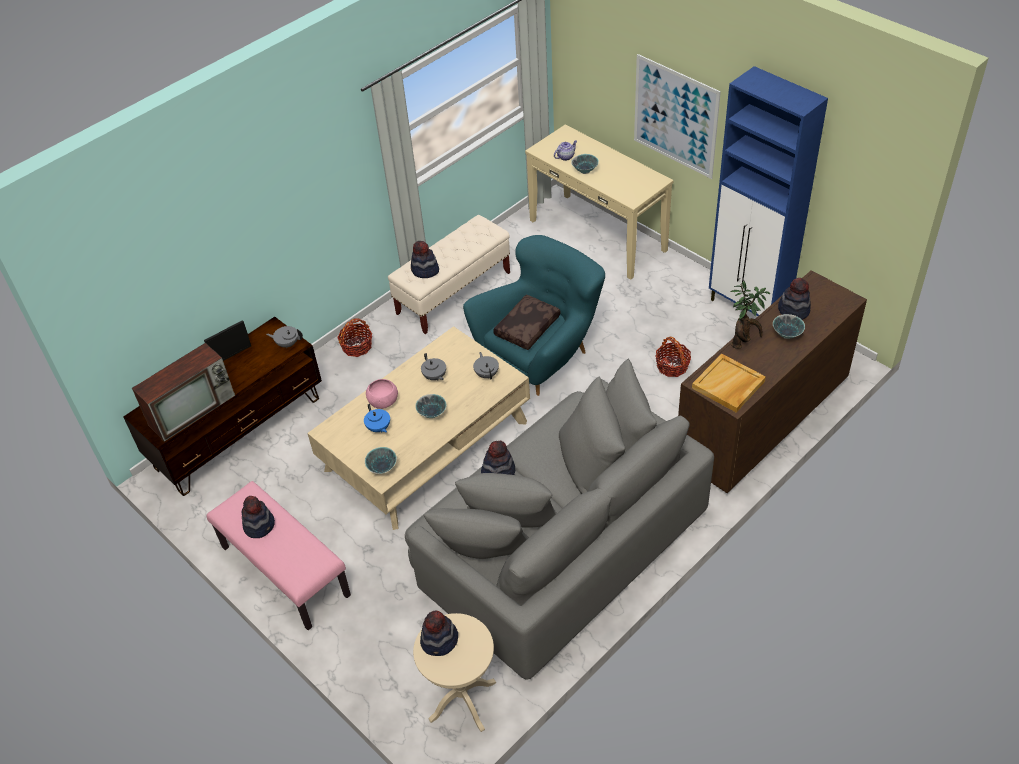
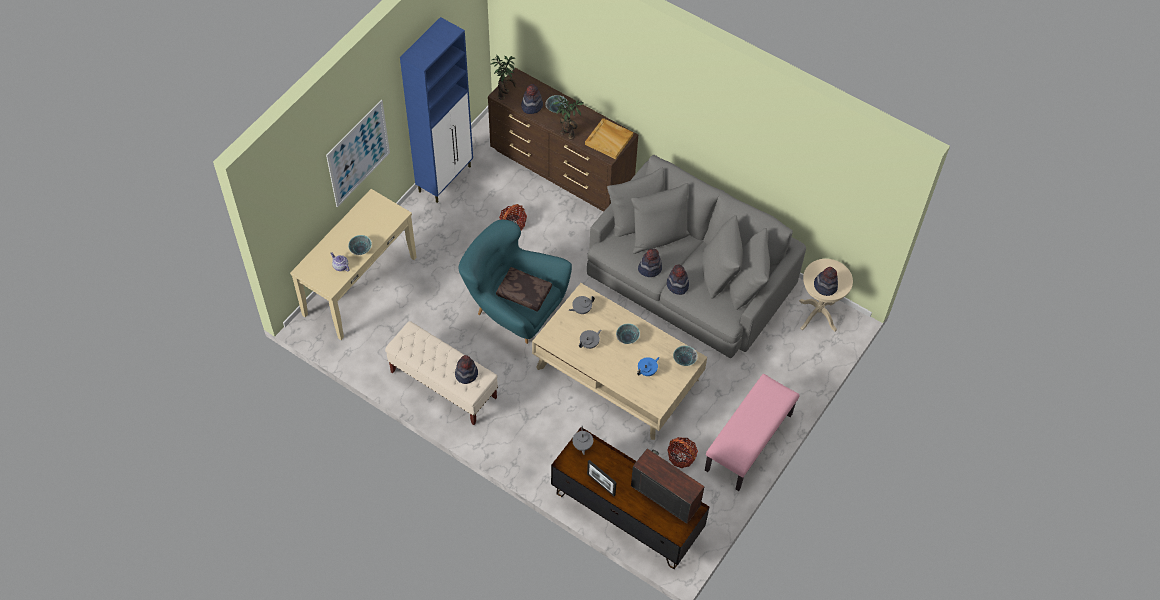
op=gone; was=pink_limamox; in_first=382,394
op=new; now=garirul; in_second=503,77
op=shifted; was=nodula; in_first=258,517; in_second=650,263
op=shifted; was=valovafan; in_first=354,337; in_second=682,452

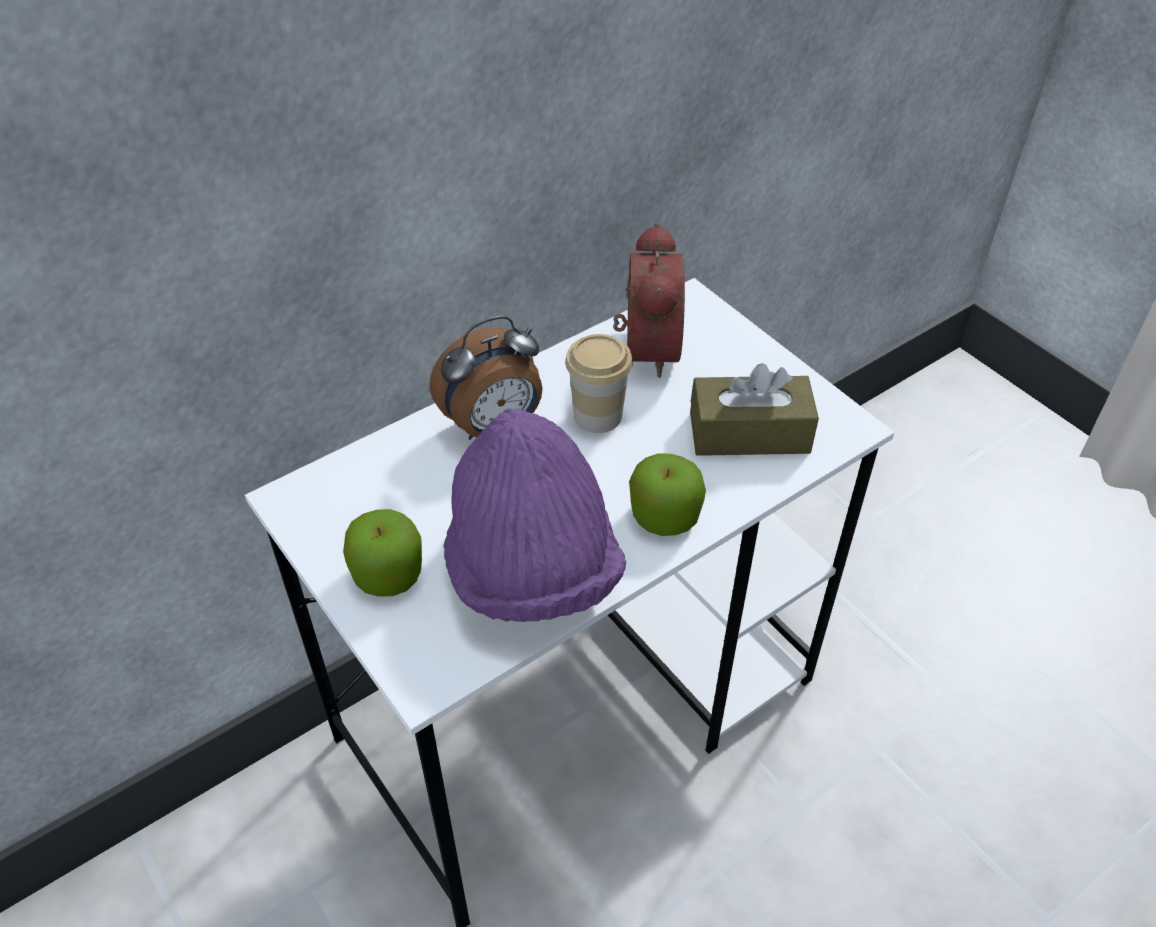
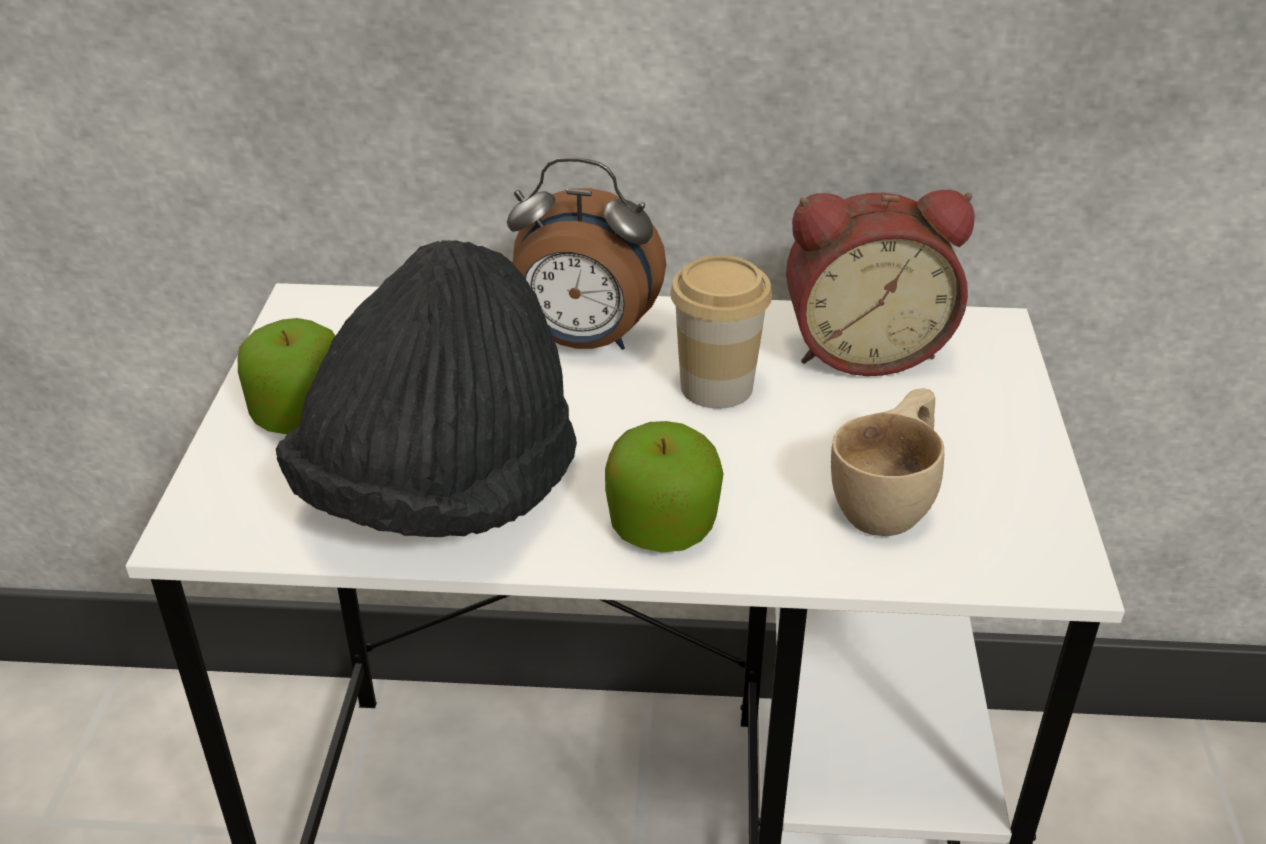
op=swapped; was=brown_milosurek; now=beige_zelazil; in_first=754,409; in_second=887,462
op=repainted; was=purple_nodula; now=black_nodula; in_first=534,515; in_second=426,388
op=rotated; was=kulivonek; in_first=649,300; in_second=880,283; clockwise=45

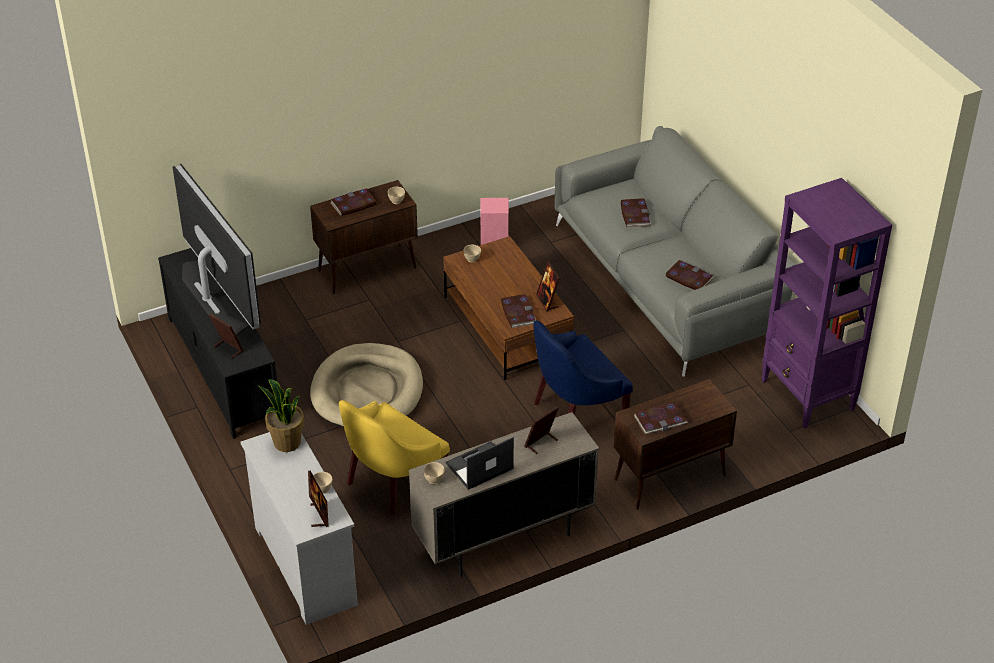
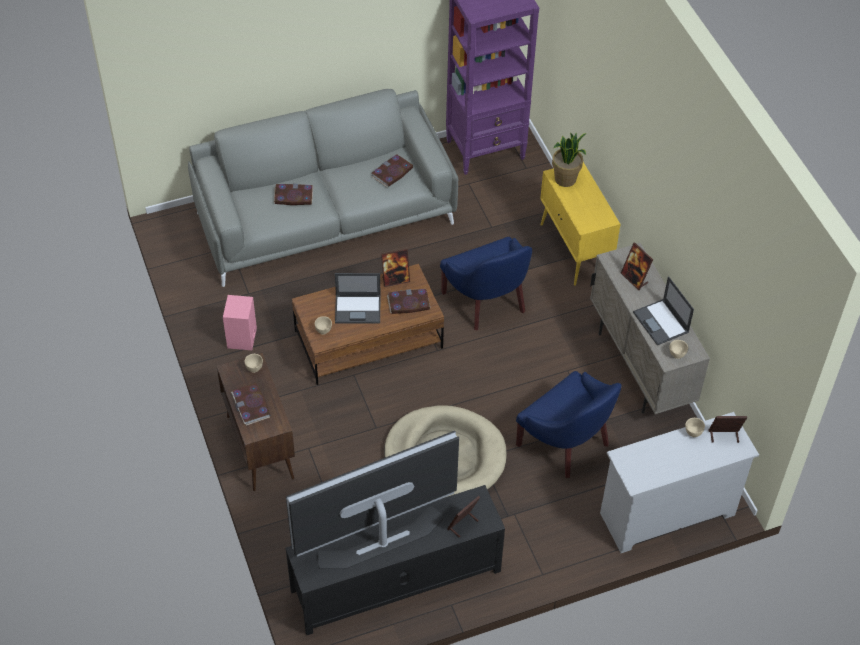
op=gone; was=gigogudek; in_first=660,418
op=new; now=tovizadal; in_second=358,298
op=shifted; was=garirul; in_first=281,416; in_second=569,159
op=repainted; was=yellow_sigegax; now=blue_sigegax; in_first=394,457; in_second=569,424
op=repainted; was=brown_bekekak; now=yellow_bekekak; in_first=675,444; in_second=580,224

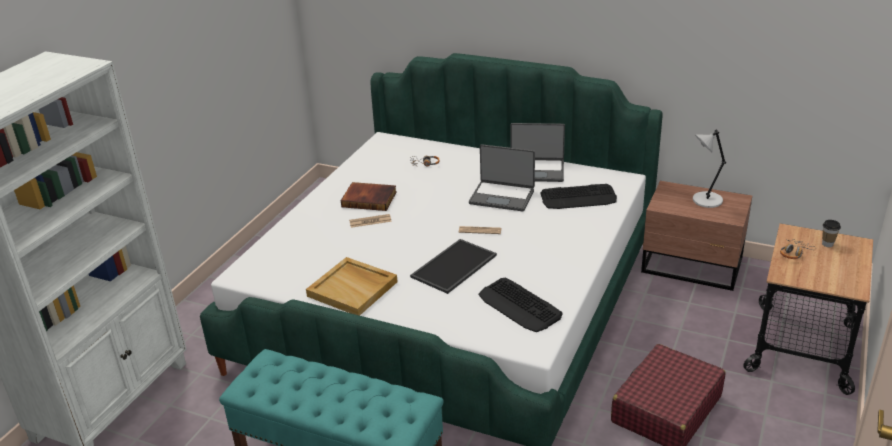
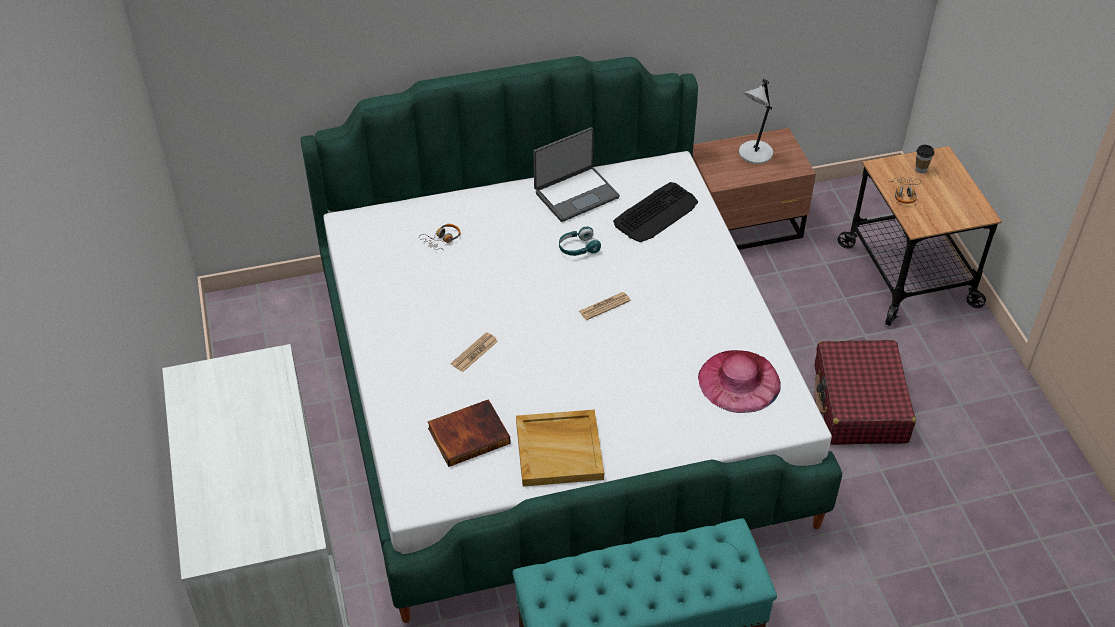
op=gone; was=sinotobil; in_first=453,266
op=shifted; was=gigogudek; in_first=368,196; in_second=469,433
op=swapped; was=tovizadal; now=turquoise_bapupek; in_first=502,177; in_second=580,241
op=swapped; was=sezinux; now=pink_nodula; in_first=521,305; in_second=739,381

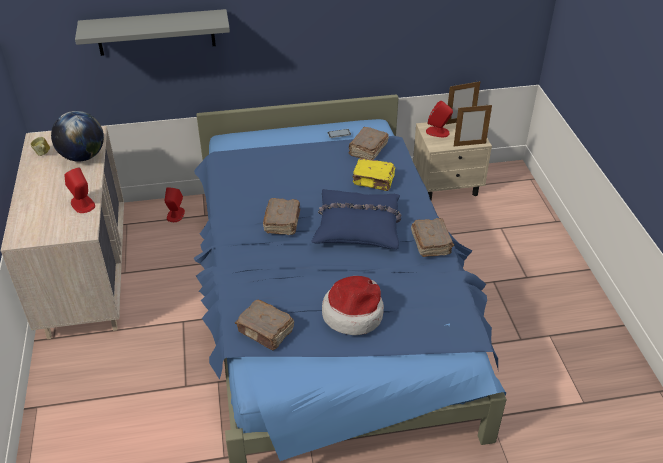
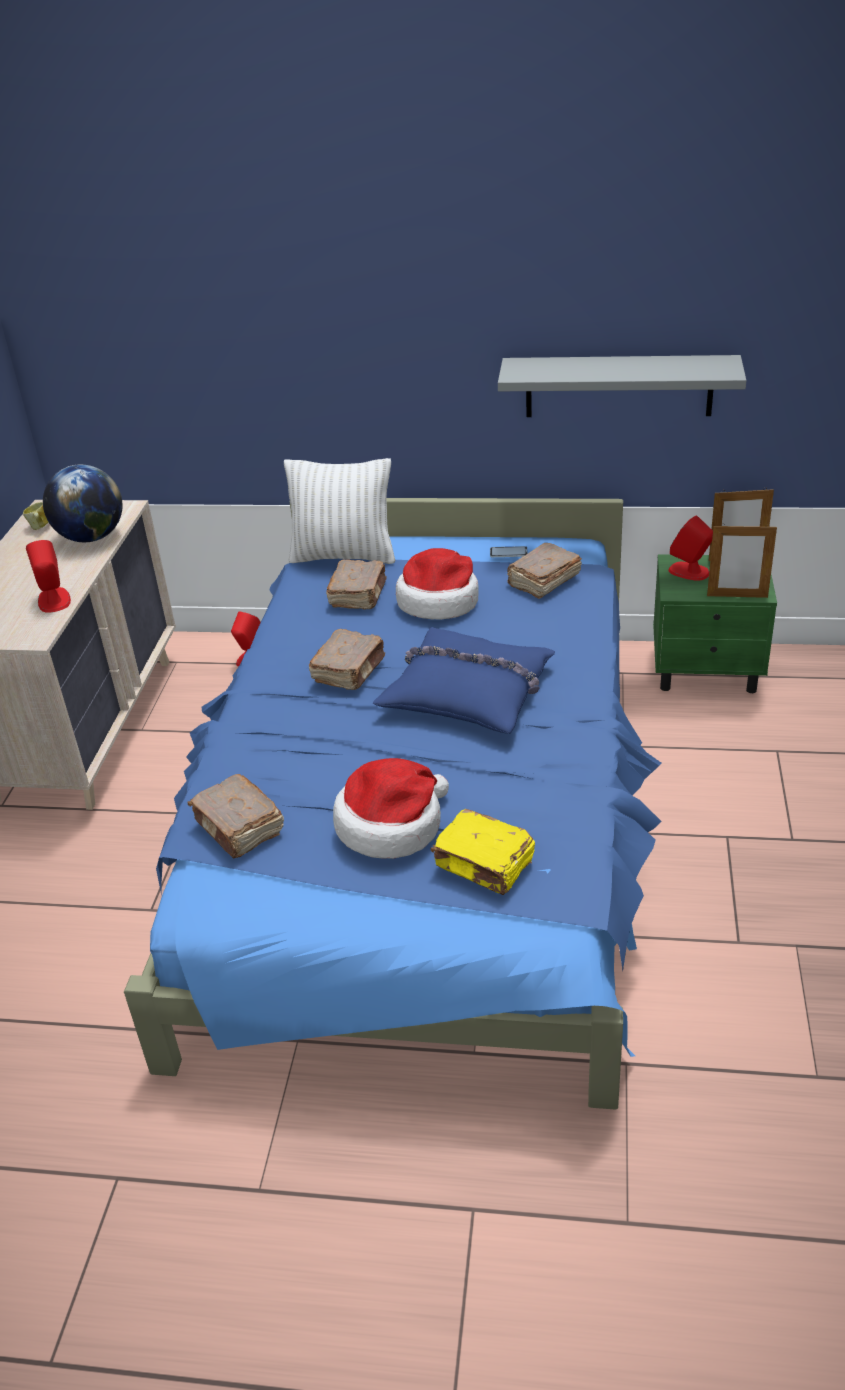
op=new; now=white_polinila; in_second=339,511
op=new; now=nodula; in_second=437,584
op=shifted; was=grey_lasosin; in_first=152,32; in_second=622,386
op=shifted; was=yellow_gigogudek; in_first=373,174; in_second=483,852
op=shifted; was=brown_gigogudek; in_first=432,237; in_second=356,584
op=repainted; was=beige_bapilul; now=green_bapilul; in_first=452,161; in_second=715,623

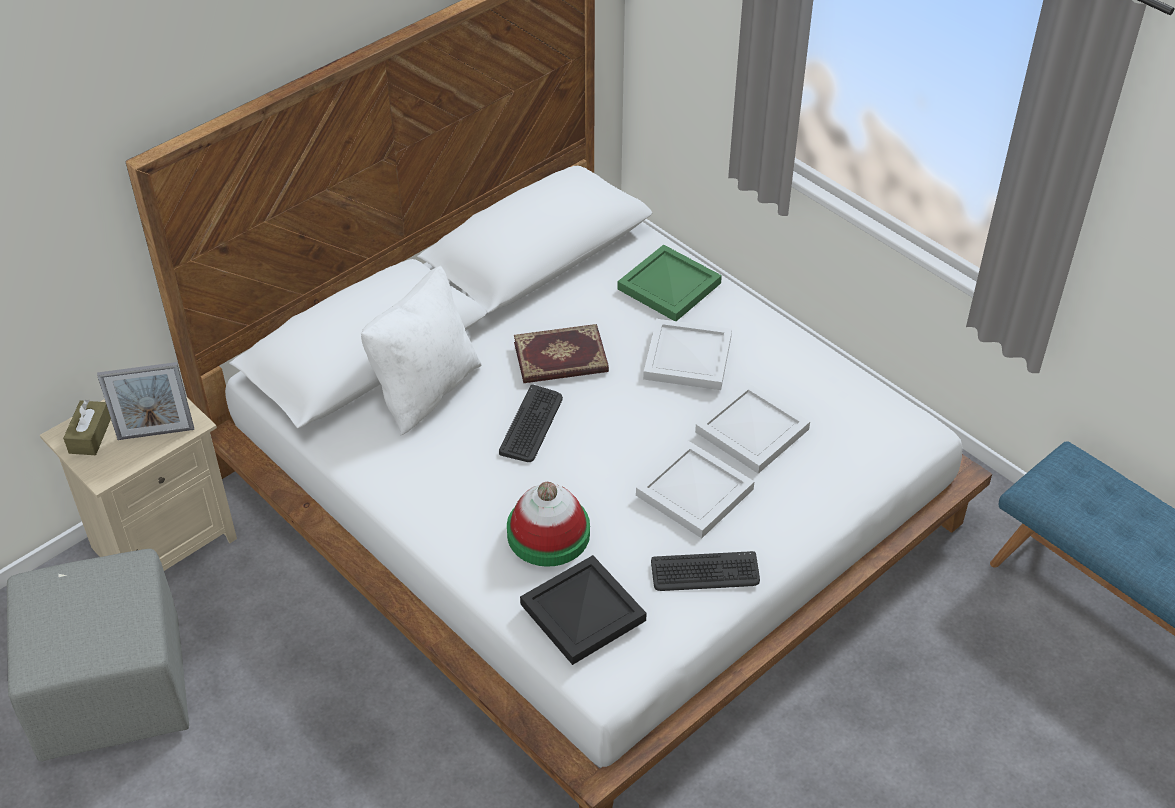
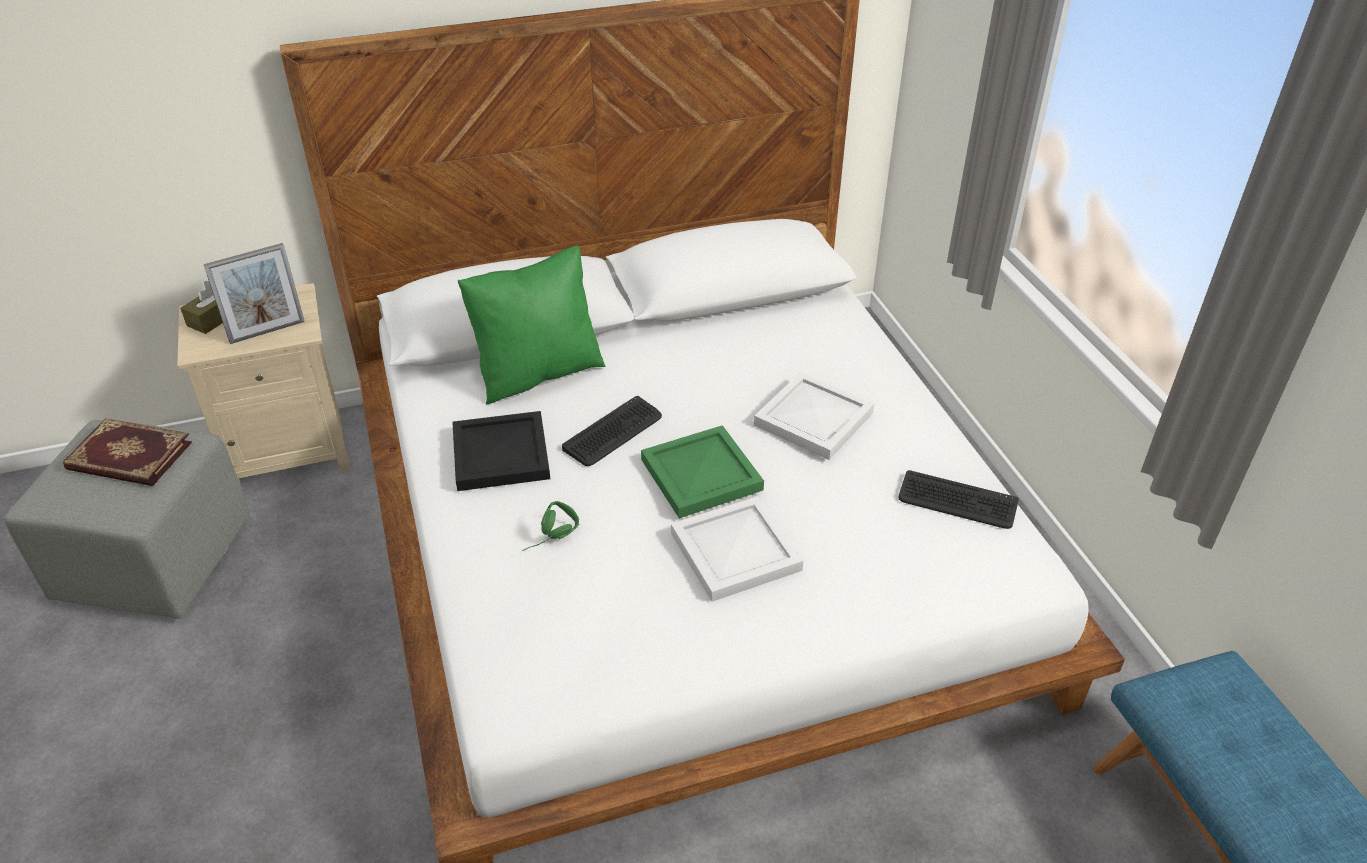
op=gone; was=white_sinotobil; in_first=752,428
op=shifted; was=gigogudek; in_first=561,353; in_second=127,452
op=shifted; was=black_sinotobil; in_first=583,610; in_second=501,451
op=shifted; was=green_sinotobil; in_first=669,283; in_second=702,471
op=shifted; was=sezinux; in_first=705,571; in_second=958,499
op=swapped; was=nodula; now=green_bapupek; in_first=548,524; in_second=550,526
op=repainted; was=white_polinila; now=green_polinila; in_first=421,351; in_second=532,325
op=rotated; was=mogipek; in_first=145,401; in_second=254,293; clockwise=-45

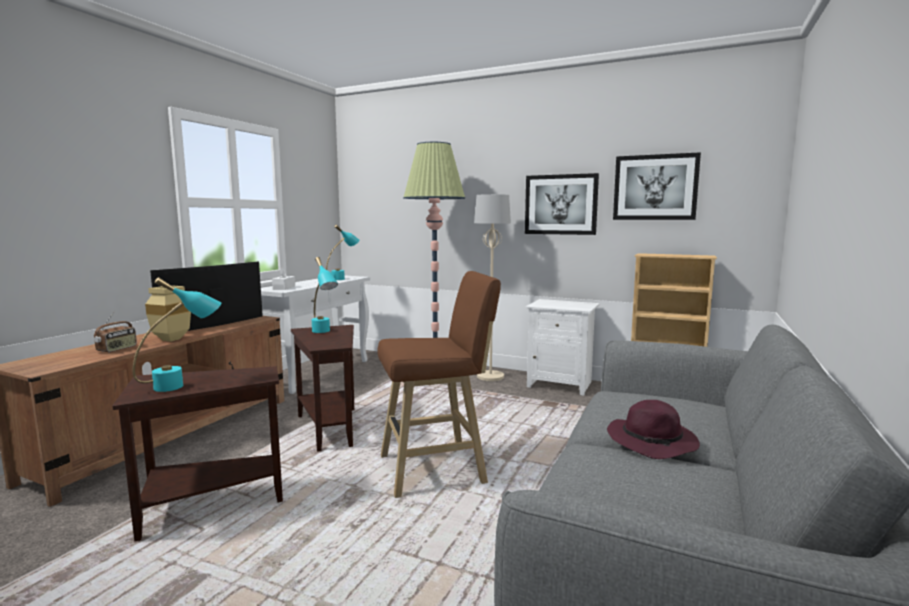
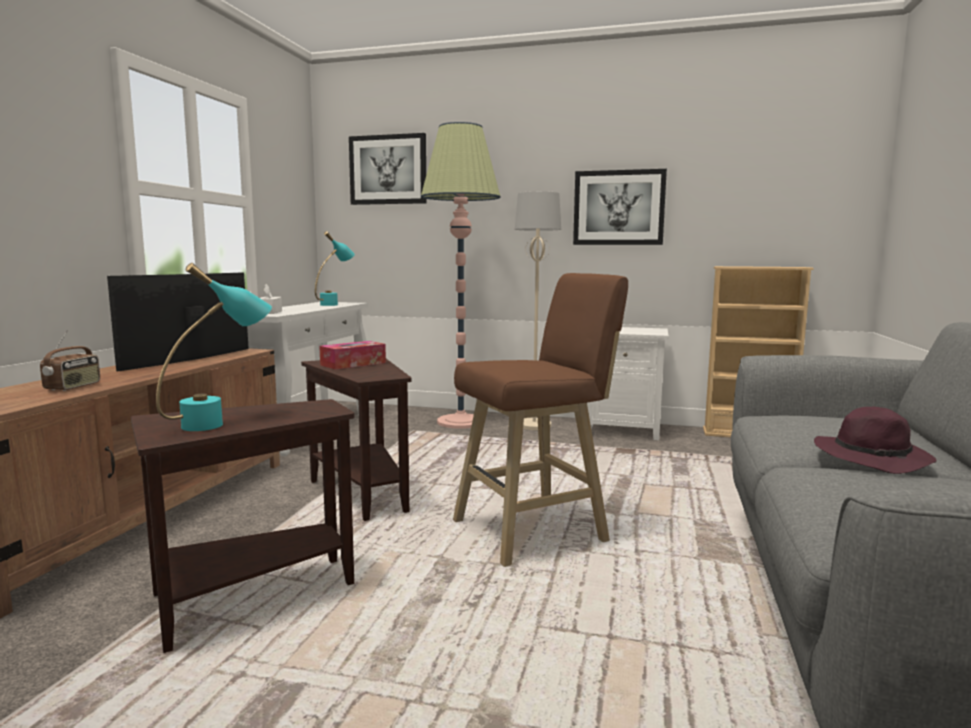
op=gone; was=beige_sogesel; in_first=168,313
op=shifted; was=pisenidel; in_first=657,186; in_second=388,169
op=swapped; was=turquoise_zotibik; now=milosurek; in_first=325,295; in_second=352,355

